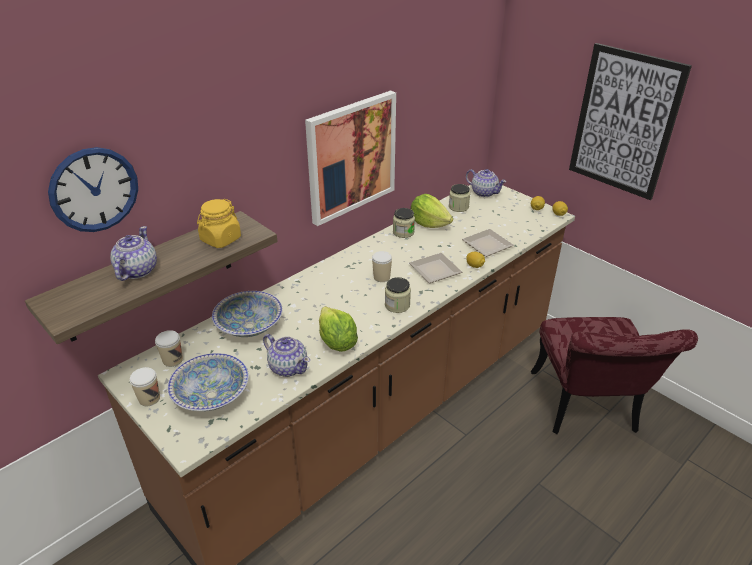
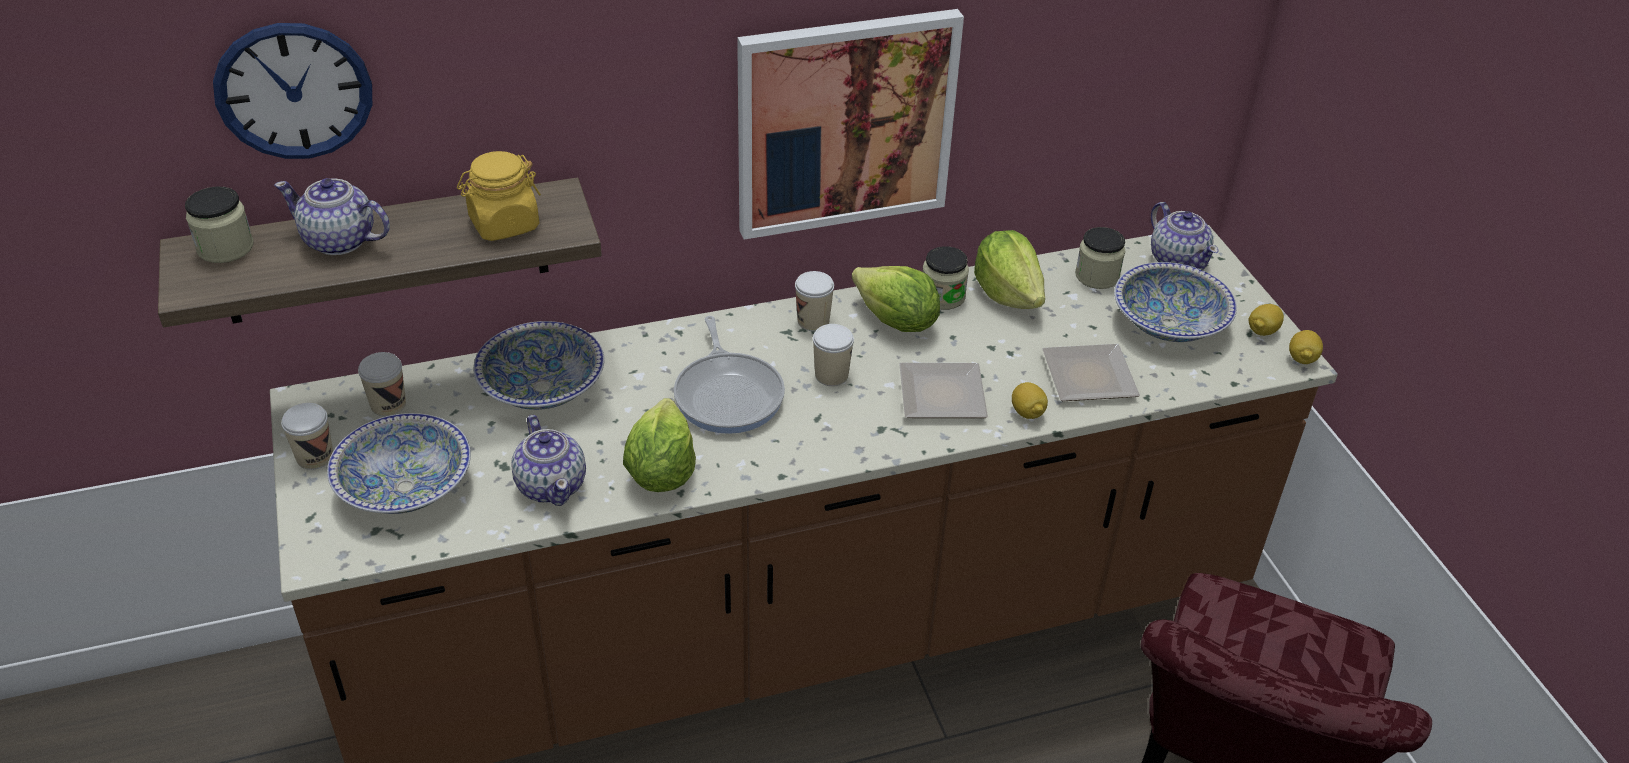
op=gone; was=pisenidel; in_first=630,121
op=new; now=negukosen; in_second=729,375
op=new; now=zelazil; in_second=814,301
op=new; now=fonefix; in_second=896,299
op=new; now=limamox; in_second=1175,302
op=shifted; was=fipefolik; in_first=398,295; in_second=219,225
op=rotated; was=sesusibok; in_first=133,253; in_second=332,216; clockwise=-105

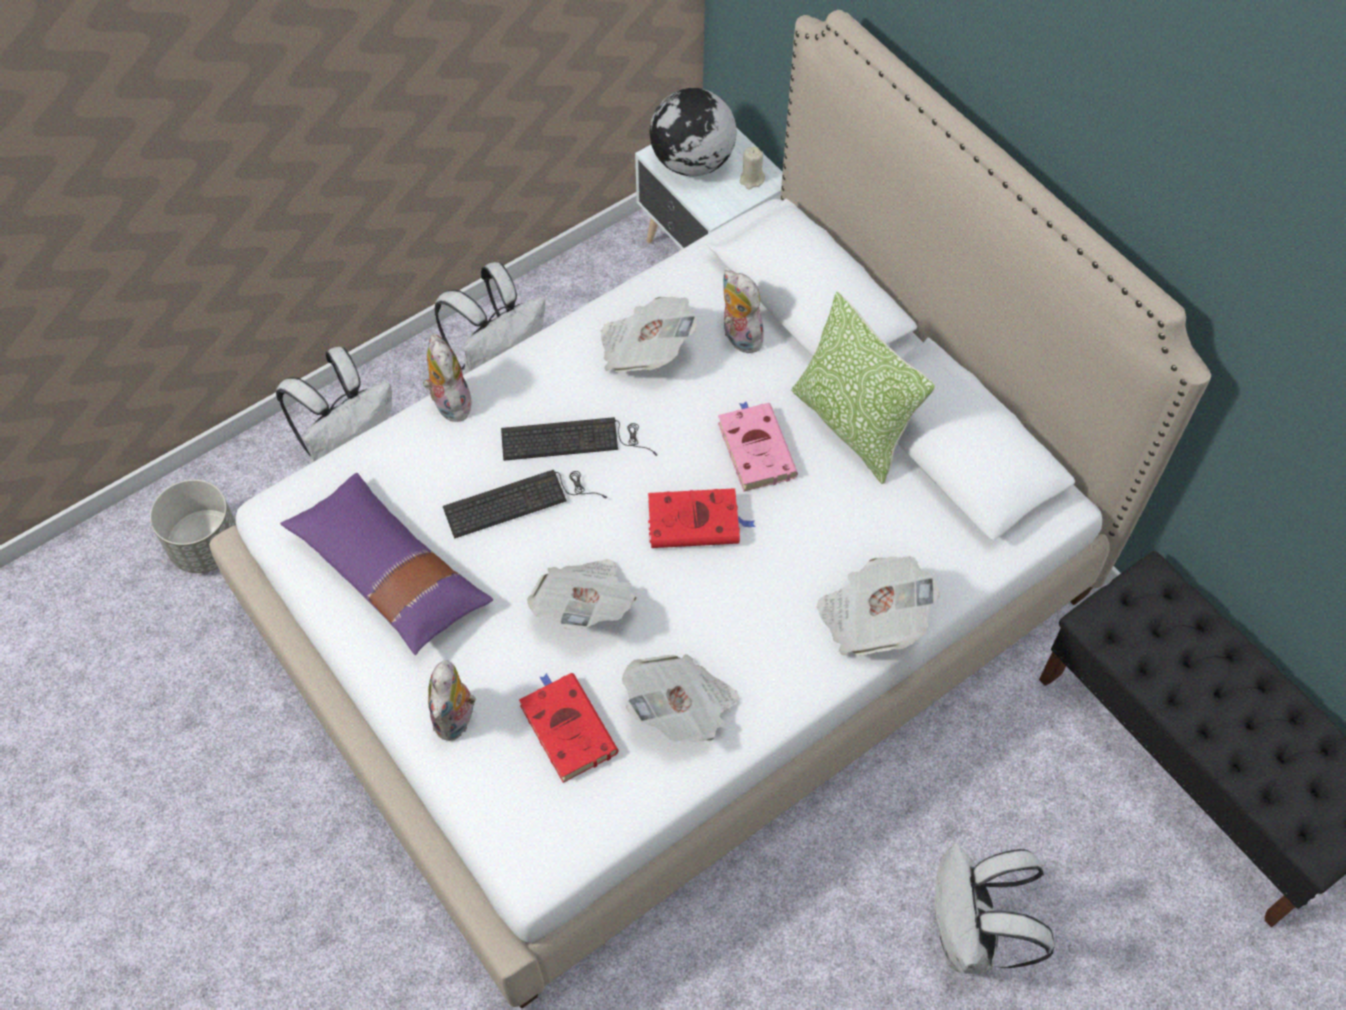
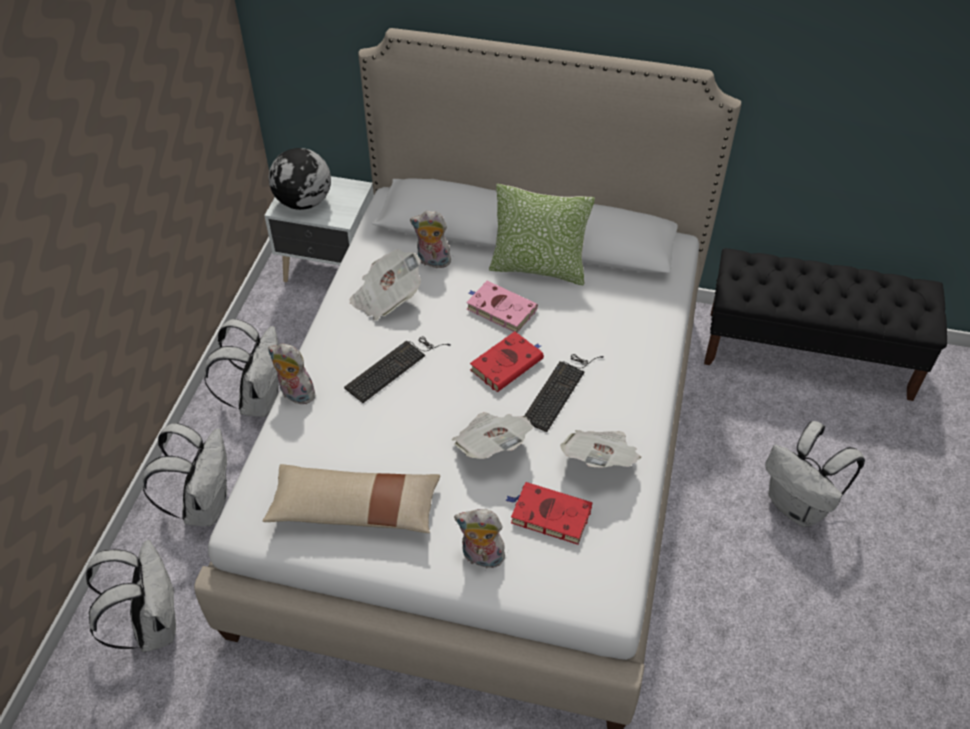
op=gone; was=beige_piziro; in_first=752,168
op=gone; was=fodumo; in_first=878,605
op=shifted; was=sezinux; in_first=525,504; in_second=564,393
op=swapped; was=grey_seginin; now=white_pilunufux; in_first=193,526; in_second=131,596
op=repainted; was=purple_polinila; now=beige_polinila; in_first=386,564; in_second=351,498
op=rotated; was=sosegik; in_first=452,700; in_second=480,538; clockwise=135

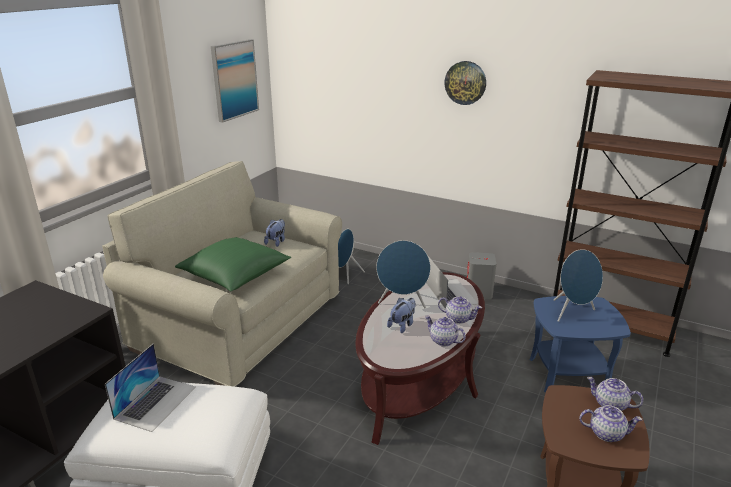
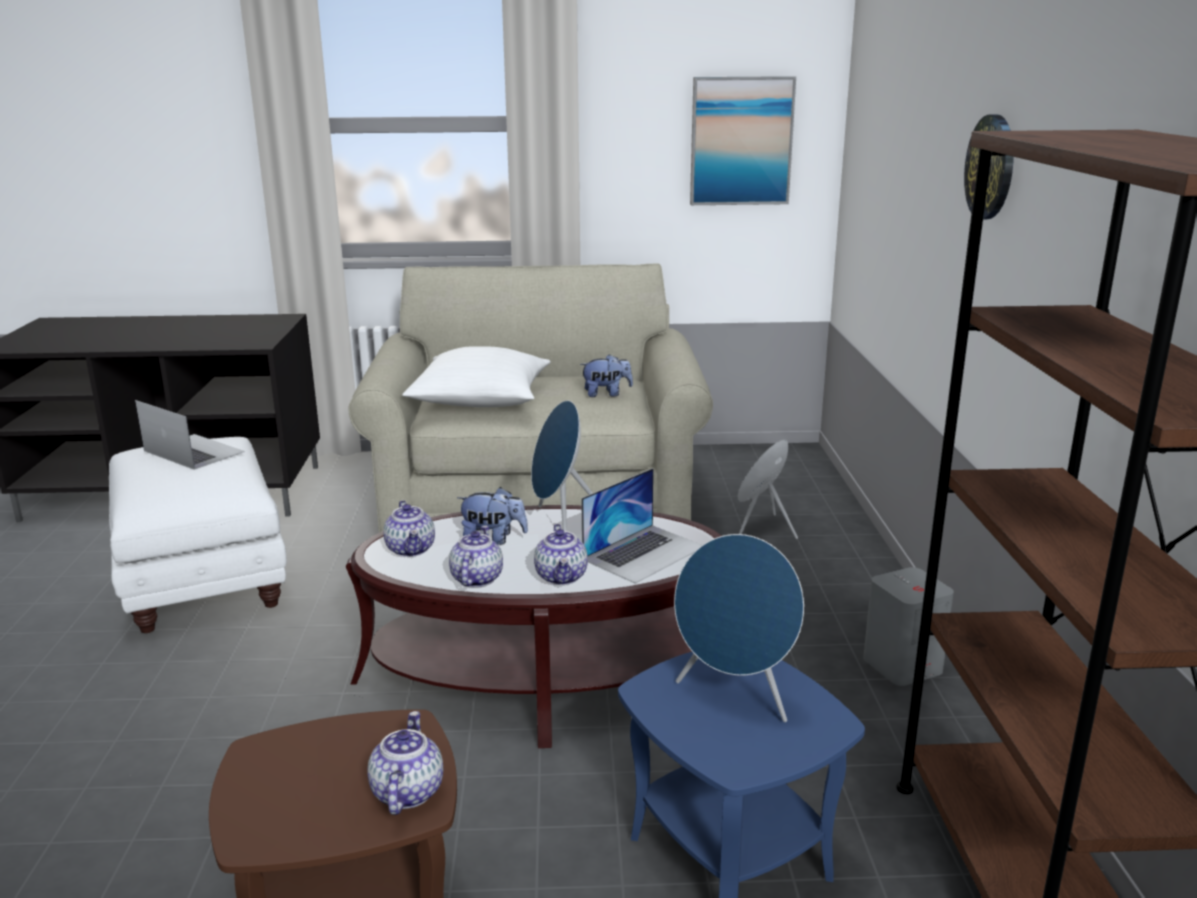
op=shifted; was=sesusibok; in_first=610,423; in_second=409,528
op=repainted; was=green_polinila; now=white_polinila; in_first=233,264; in_second=476,376
op=rotated; was=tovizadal; in_first=150,387; in_second=190,435; clockwise=-135

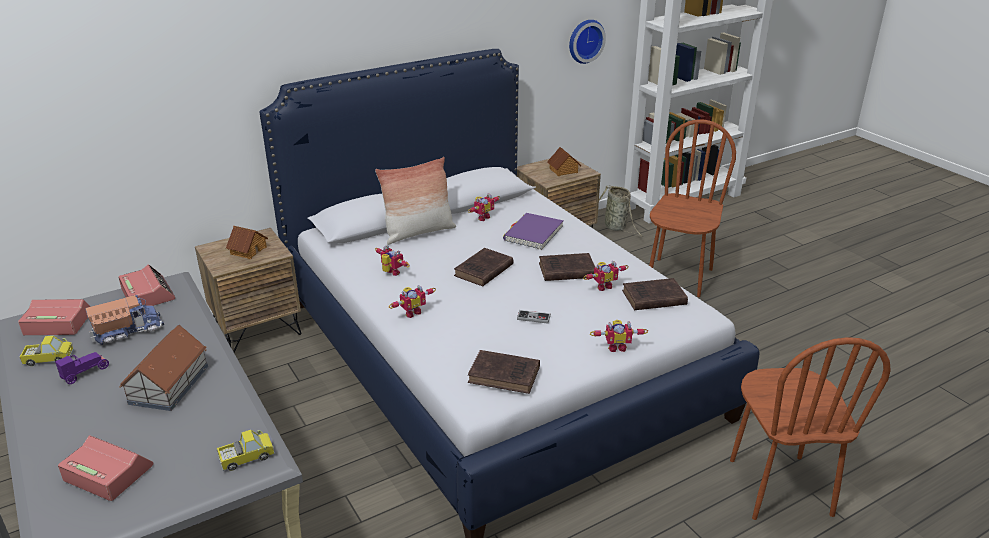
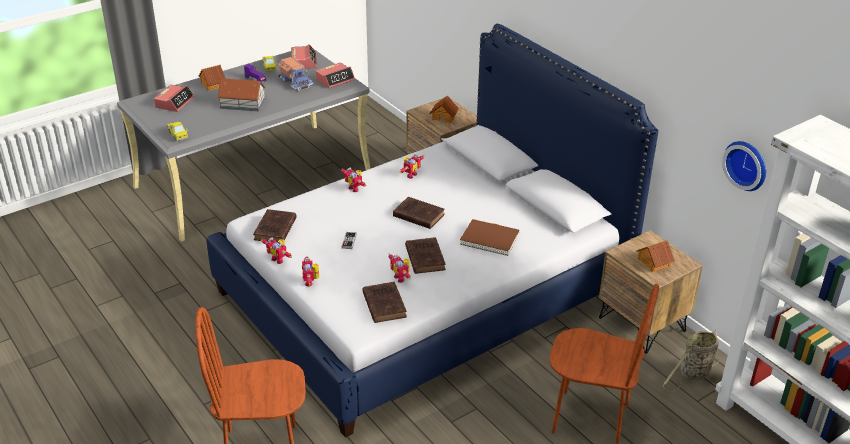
op=gone; was=polinila; in_first=415,201
op=new; now=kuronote; in_second=212,78
op=shifted; was=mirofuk; in_first=484,207; in_second=276,251
op=repainted; was=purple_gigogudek; now=brown_gigogudek; in_first=533,231; in_second=490,237

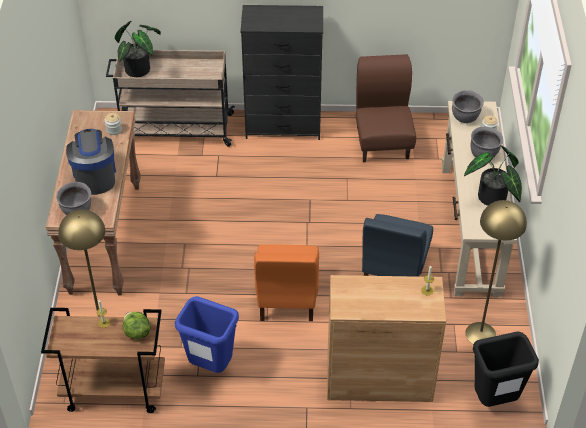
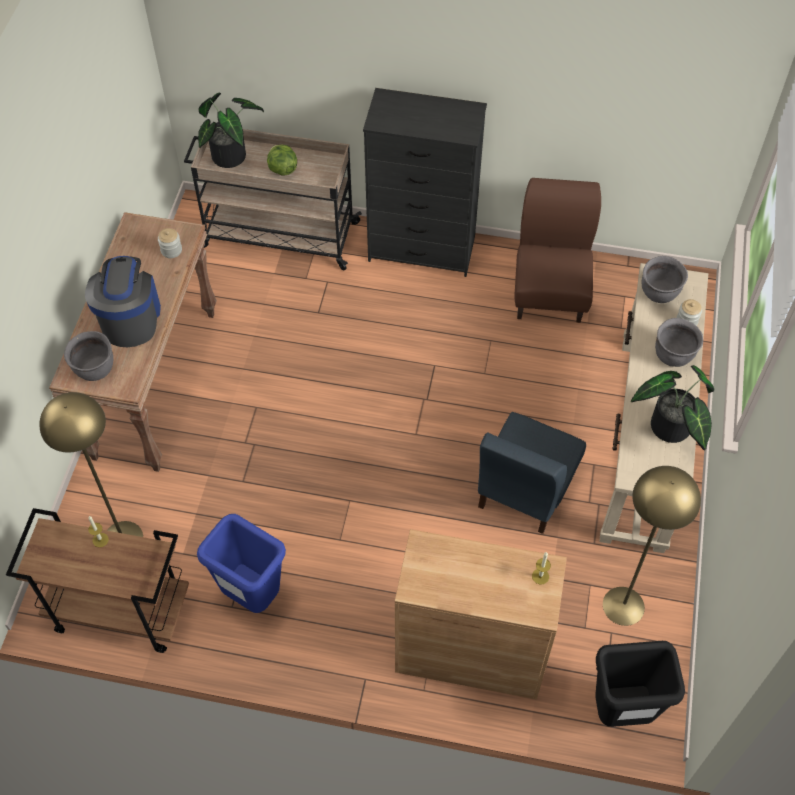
op=gone; was=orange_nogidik; in_first=286,282
op=shifted; was=fonefix; in_first=137,326; in_second=282,160

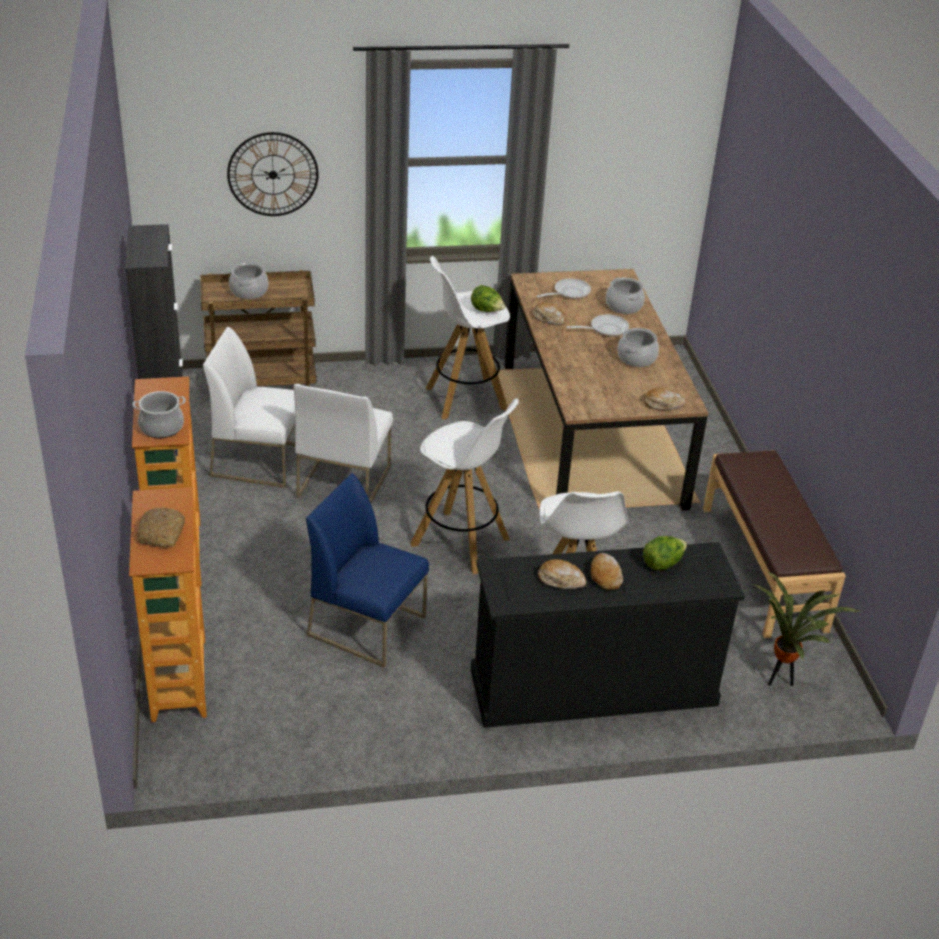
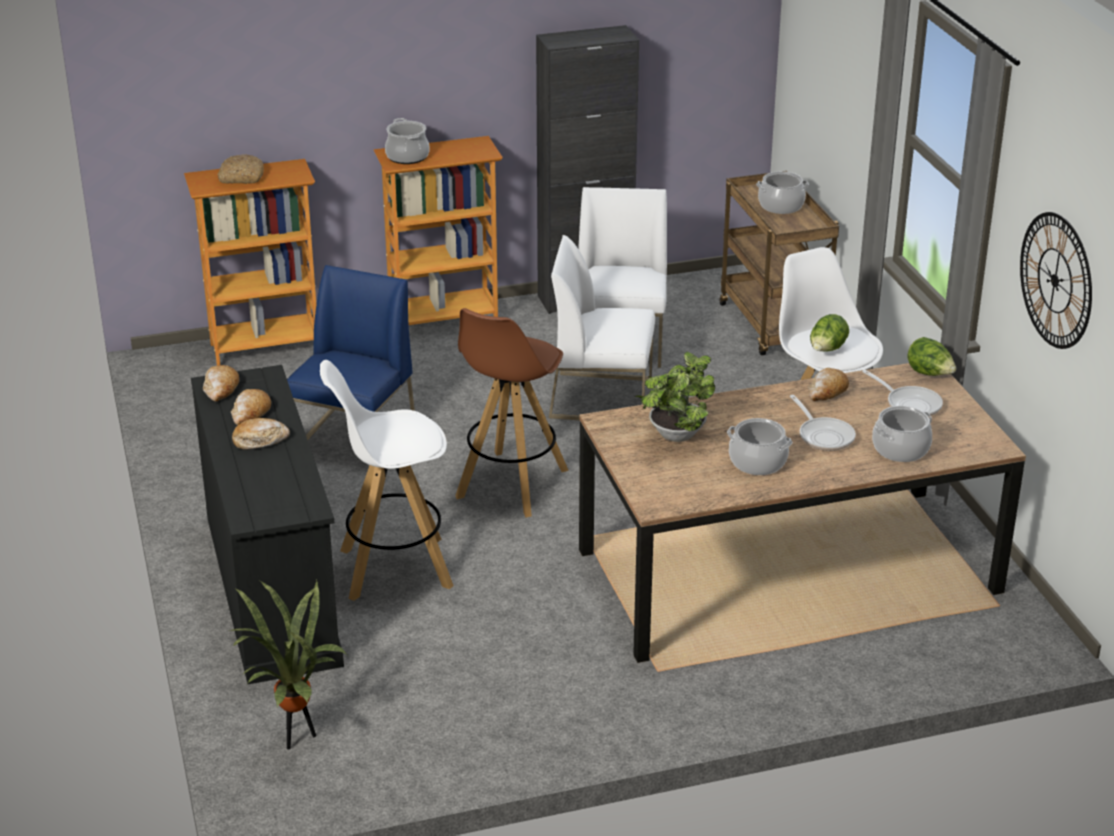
op=gone; was=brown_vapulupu; in_first=774,544
op=new; now=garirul; in_second=675,397
op=shifted; was=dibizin; in_first=273,174; in_second=1056,280
op=shifted; was=fonefix; in_first=665,553; in_second=932,356
op=shifted; was=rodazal; in_first=665,399; in_second=221,383
op=repainted; was=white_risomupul; now=brown_risomupul; in_first=464,486; in_second=512,413

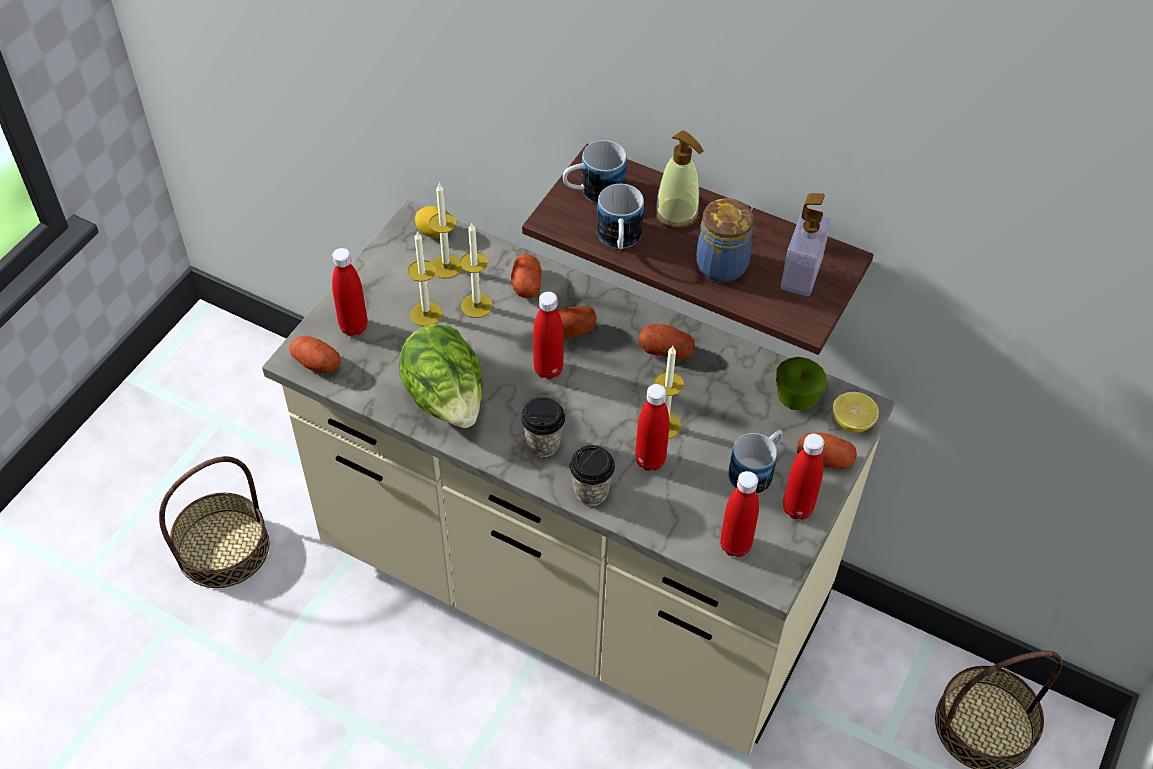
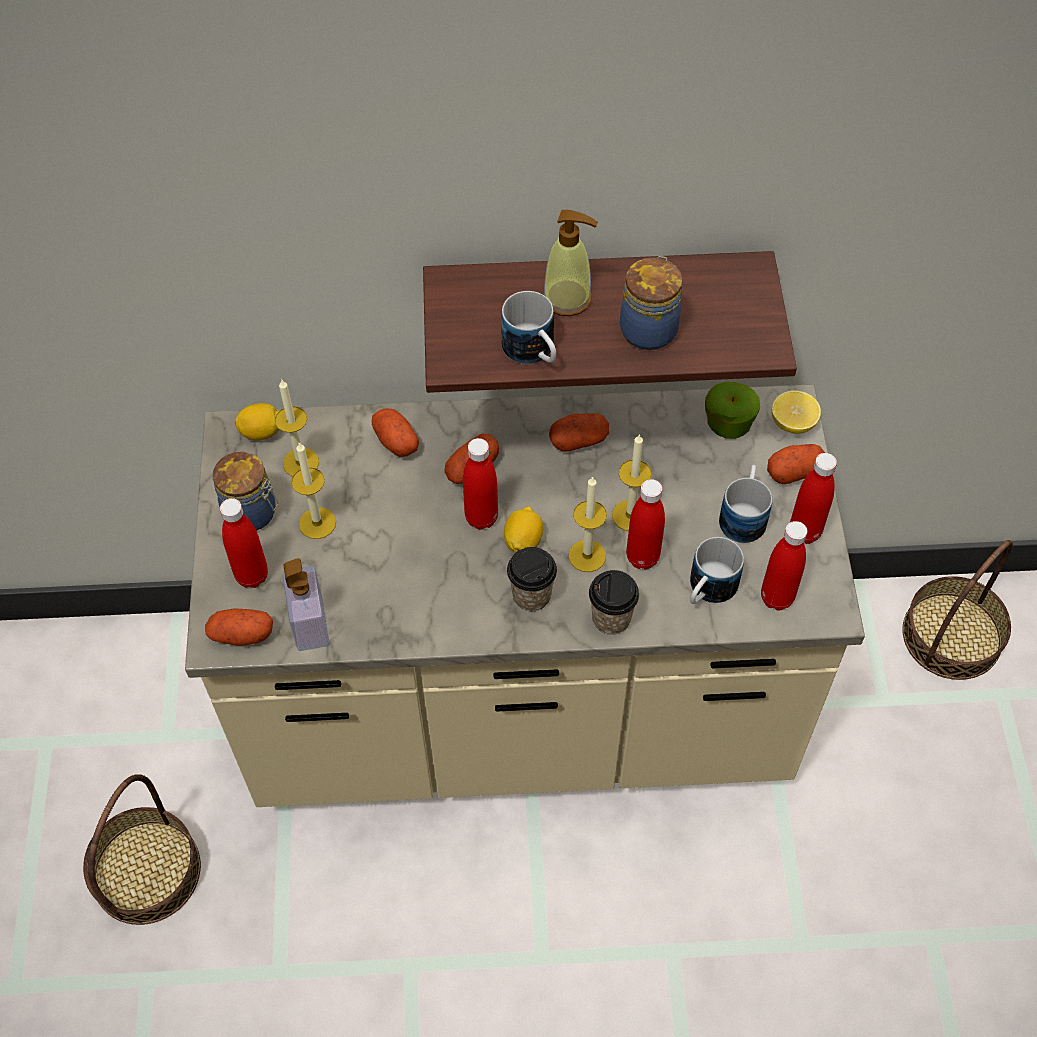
op=gone; was=fonefix; in_first=441,376
op=new; now=fipefolik; in_second=245,491
op=new; now=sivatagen; in_second=523,529
op=shifted; was=piziro; in_first=476,270; in_second=588,524
op=shifted; was=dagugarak; in_first=595,171; in_second=717,570
op=shifted; was=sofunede; in_first=805,244; in_second=306,604

